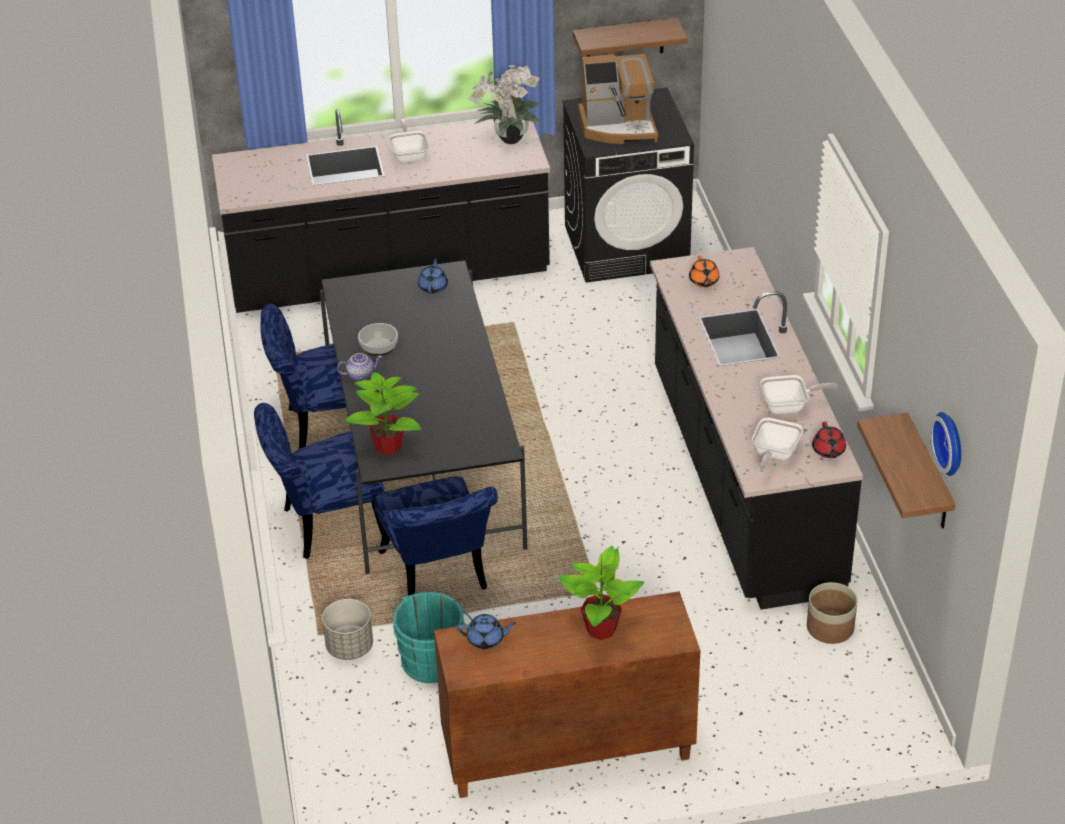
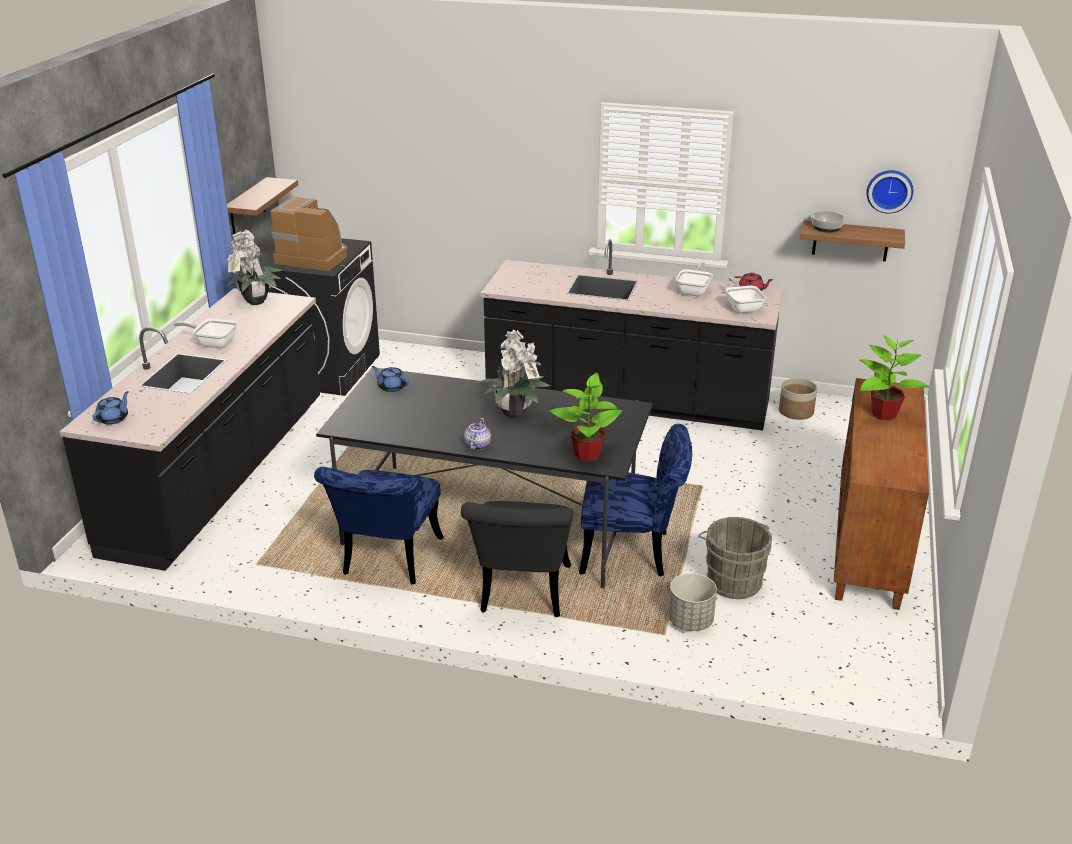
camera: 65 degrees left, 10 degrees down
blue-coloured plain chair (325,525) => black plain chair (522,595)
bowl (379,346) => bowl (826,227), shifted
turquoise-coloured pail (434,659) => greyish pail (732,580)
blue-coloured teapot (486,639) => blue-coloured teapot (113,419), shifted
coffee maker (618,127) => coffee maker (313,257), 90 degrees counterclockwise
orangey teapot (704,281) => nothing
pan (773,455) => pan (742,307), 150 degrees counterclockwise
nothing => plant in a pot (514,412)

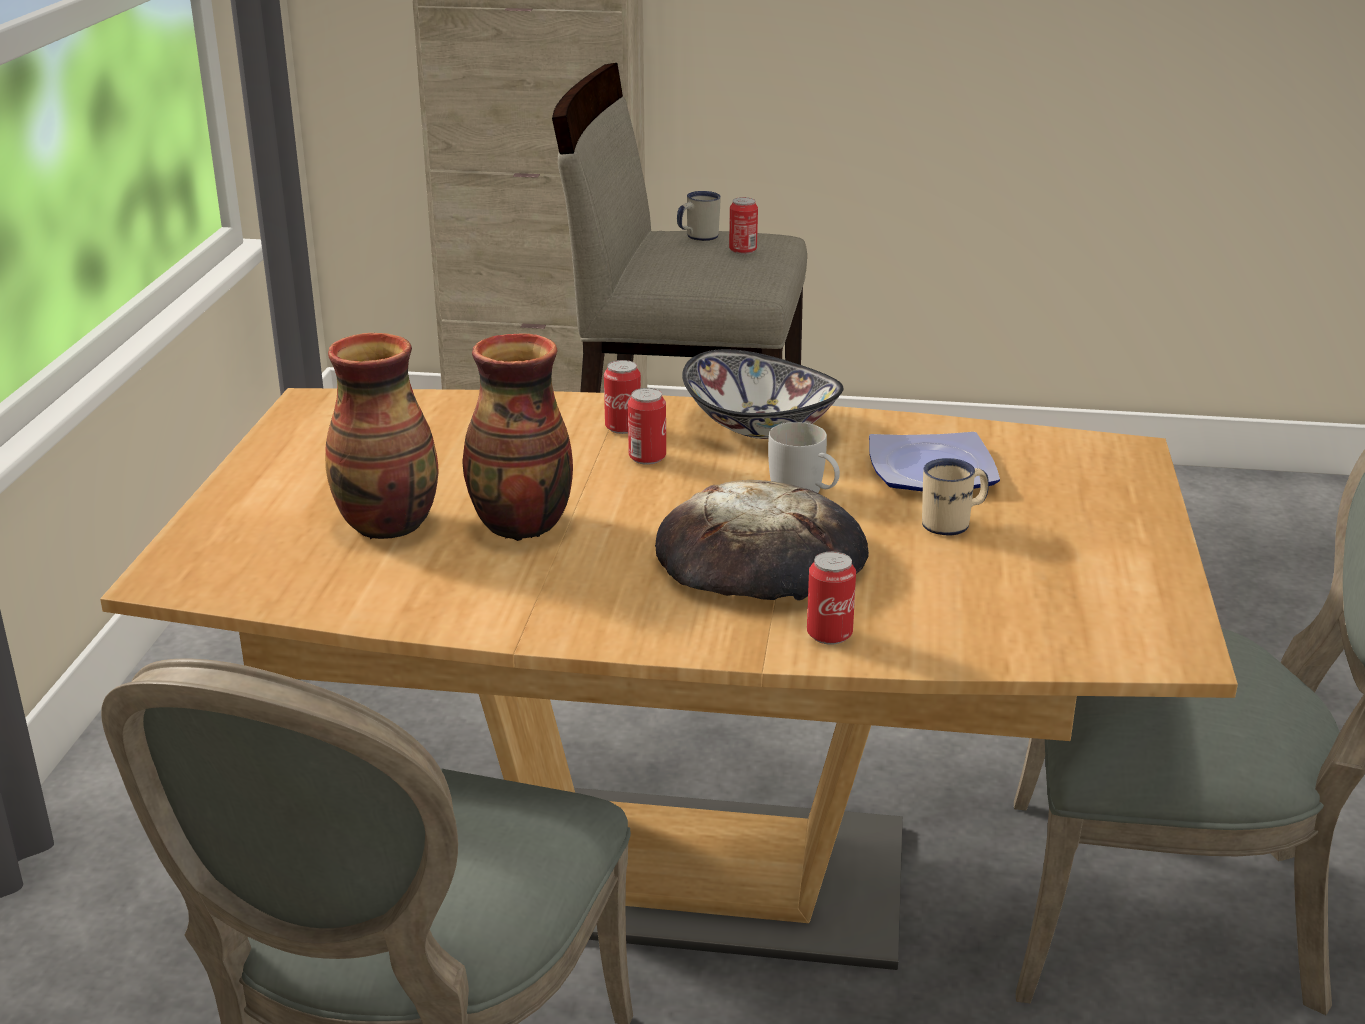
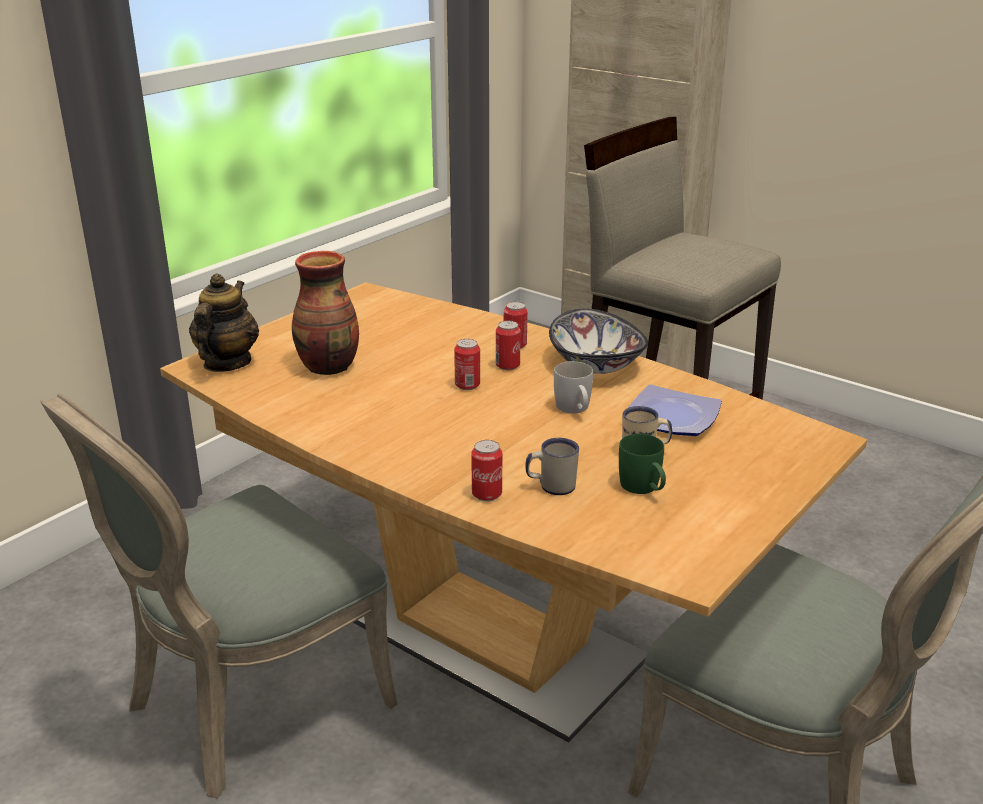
camera: 30 degrees right, 0 degrees up
flower vase (520,526) => nothing
bread (762,559) => nothing
white coffee mug (697,237) => white coffee mug (551,486), shifted
can (743,250) => can (467,385), shifted
nothing => teapot (227,363)
nothing => greenish coffee mug (643,489)

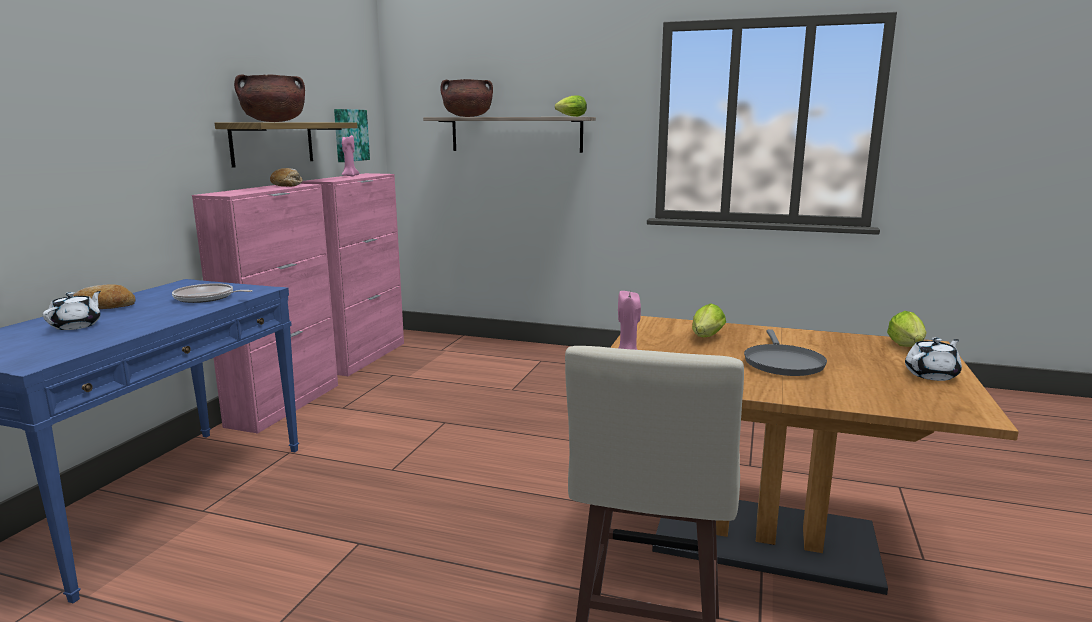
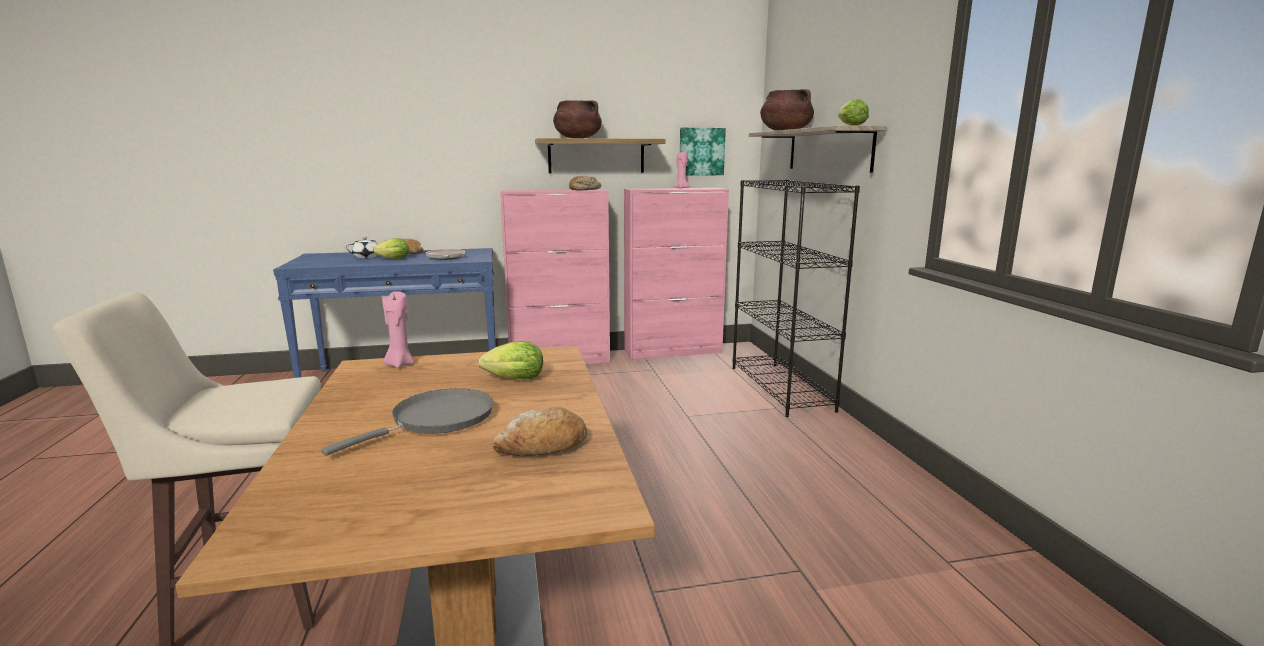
camera: 60 degrees right, 0 degrees up
greyish pan (782,363) => greyish pan (437,420), 150 degrees clockwise
head of lettuce (907,347) => head of lettuce (392,259), shifted
white teapot (932,375) => nothing
nothing => bread (543,447)
nothing => black bookcase (781,388)

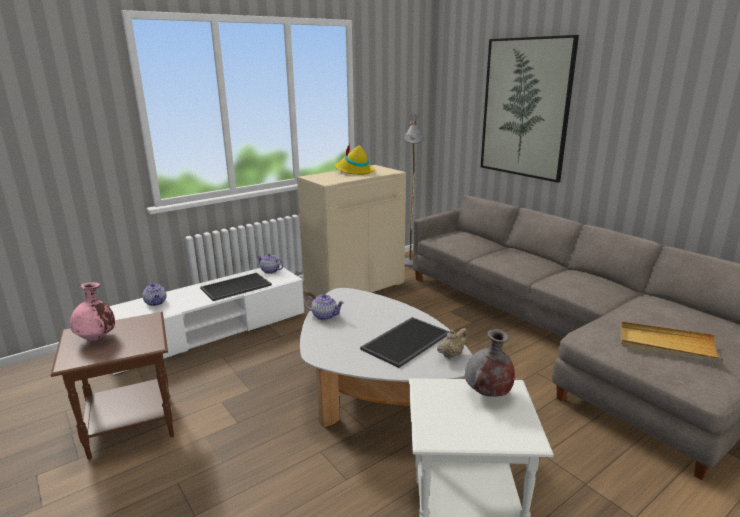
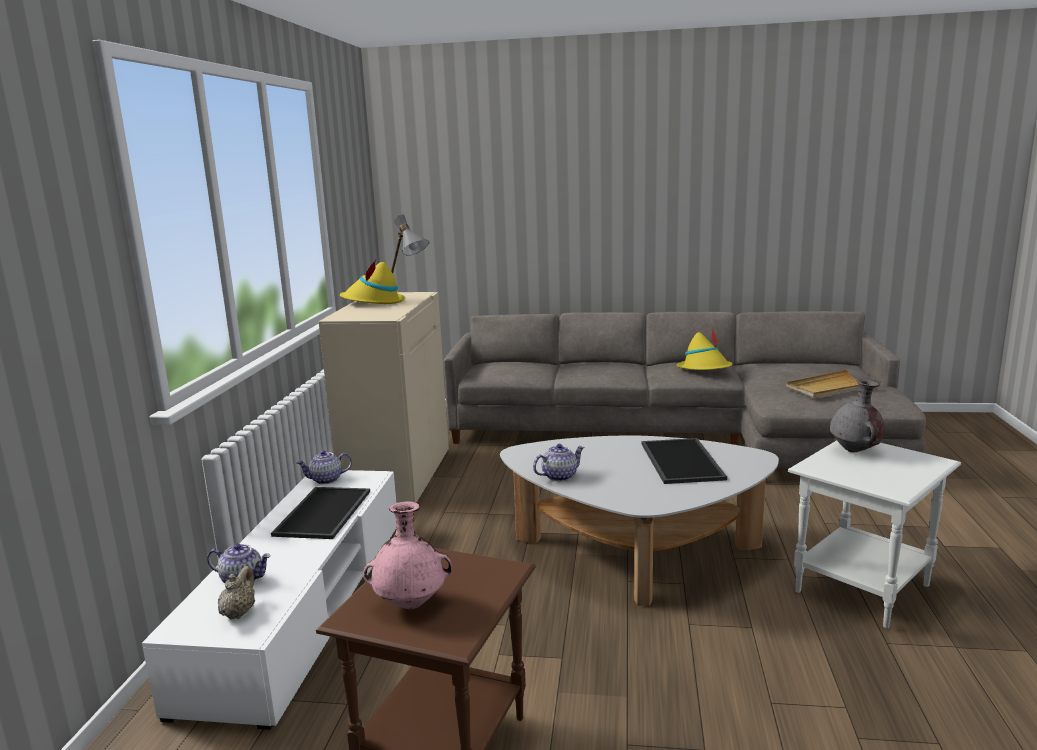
camera: 45 degrees left, 5 degrees down
sand-coloured teapot (451,355) => sand-coloured teapot (239,612), shifted
wall art (525,108) => nothing
nothing => yellow wearable hat (705,369)

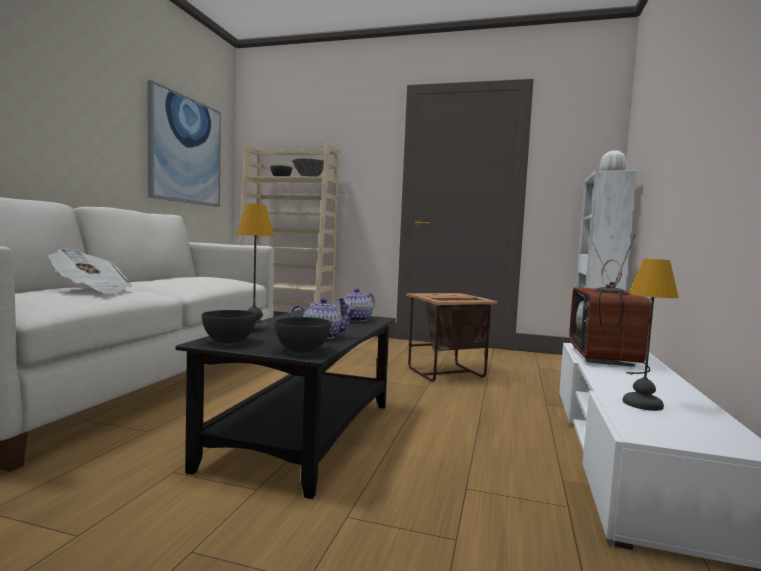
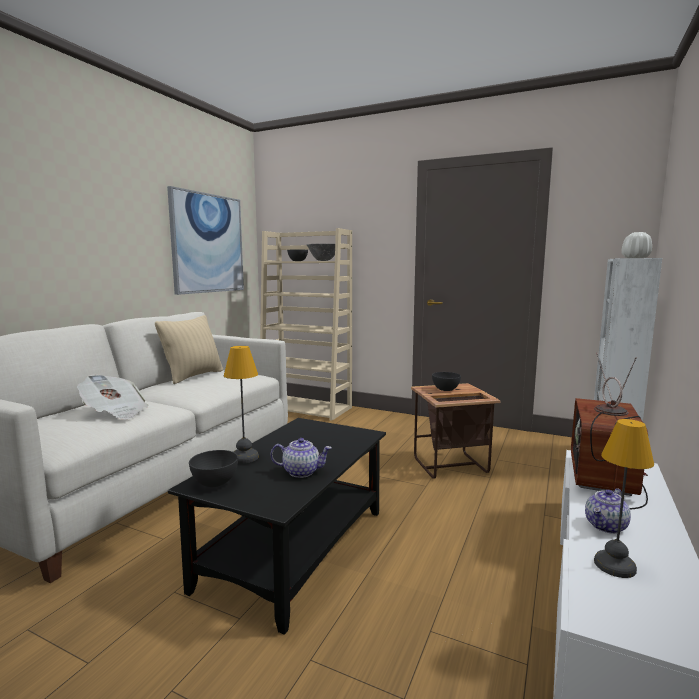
camera: 10 degrees right, 5 degrees up
greyish bowl (301,351) => greyish bowl (445,389), shifted
teapot (356,320) => teapot (606,526), shifted
nothing => sand-coloured cushion (193,376)

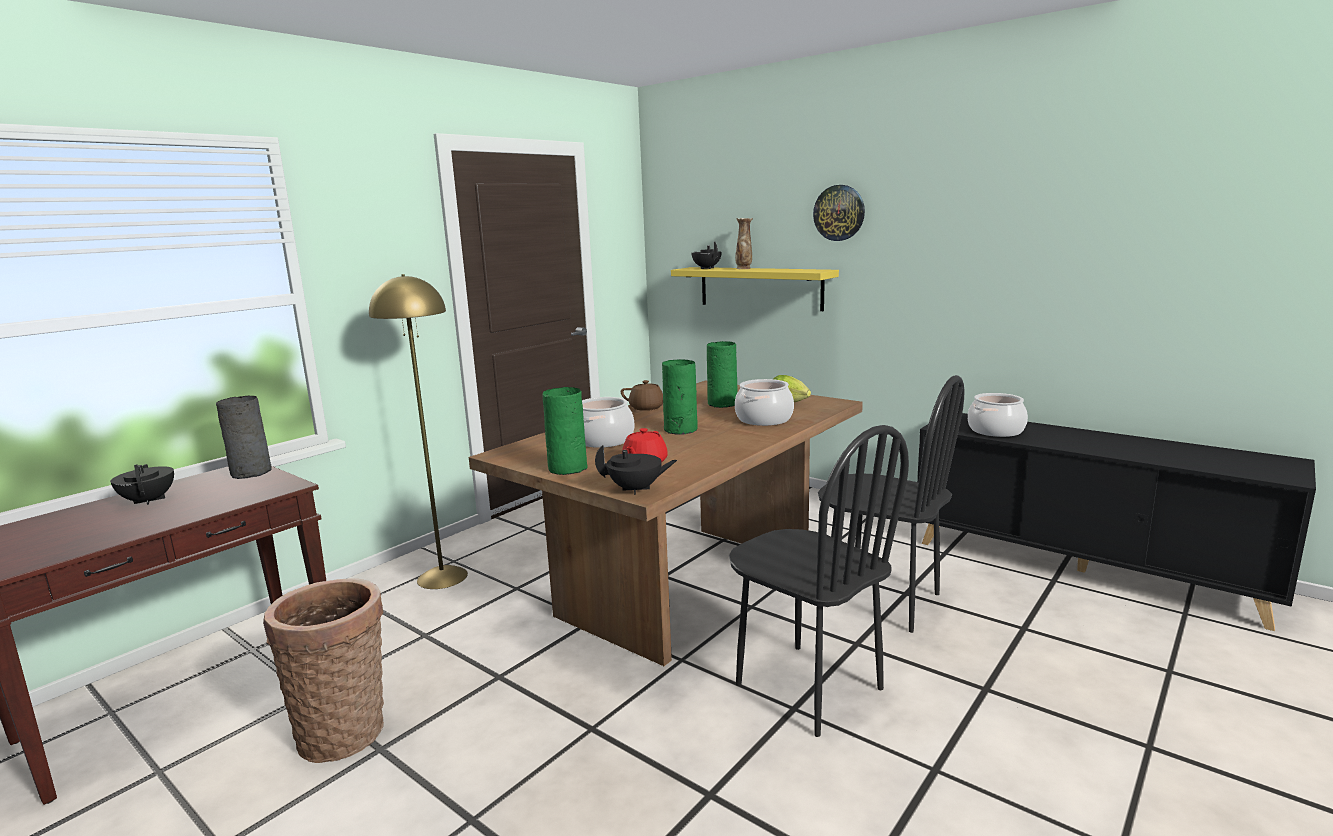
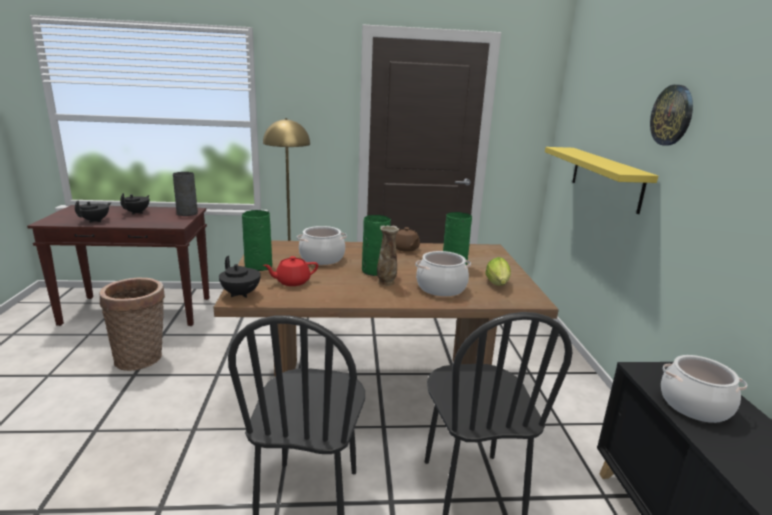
camera: 45 degrees right, 5 degrees up
black teapot (706,268) => black teapot (96,221), shifted
flower vase (744,268) => flower vase (386,282), shifted

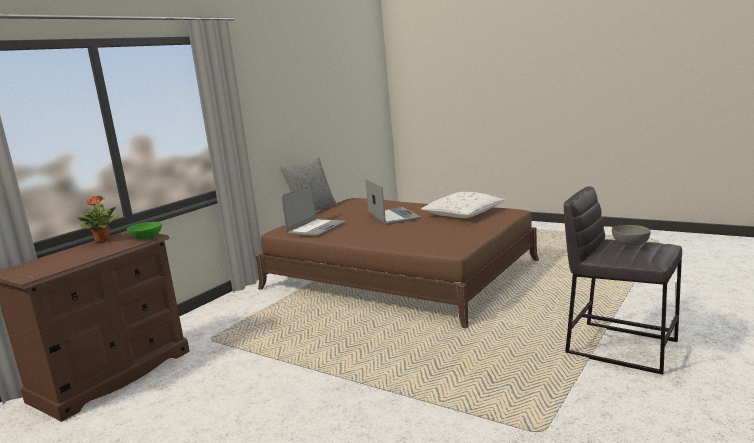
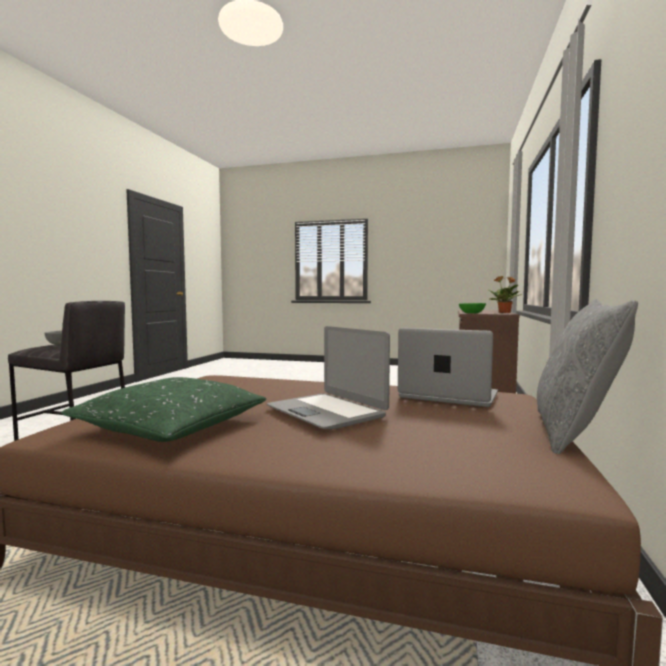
camera: 160 degrees right, 10 degrees down
notebook computer (316,228) => notebook computer (448,396), 105 degrees clockwise
white cushion (463,213) => greenish cushion (172,426)

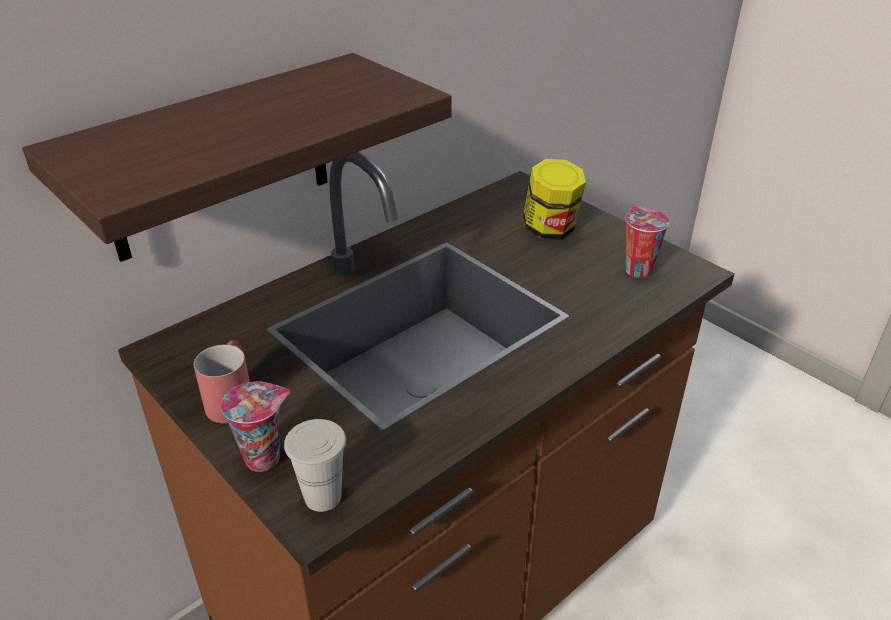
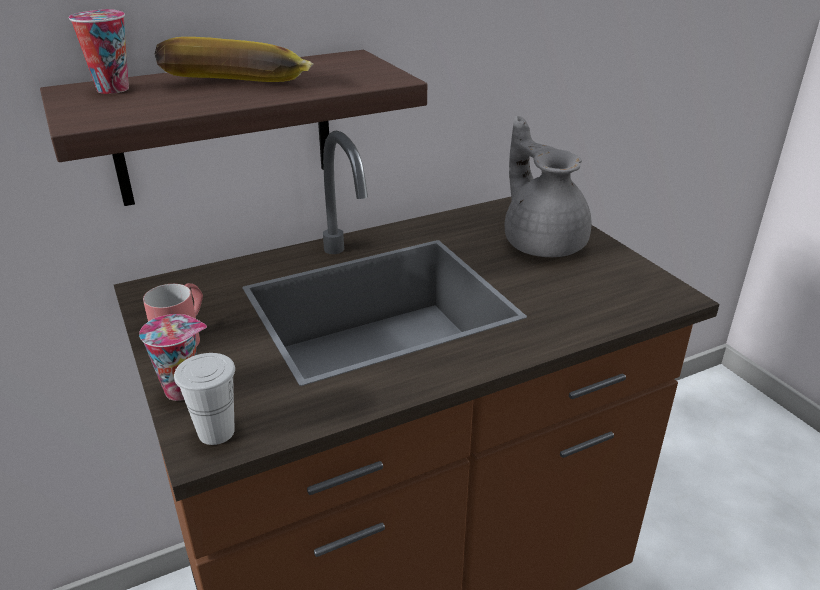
camera: 15 degrees right, 5 degrees down
jar (550,230) => greyish teapot (542,242)
small cup (636,269) => small cup (112,88), shifted
nothing => banana fruit (235,87)

